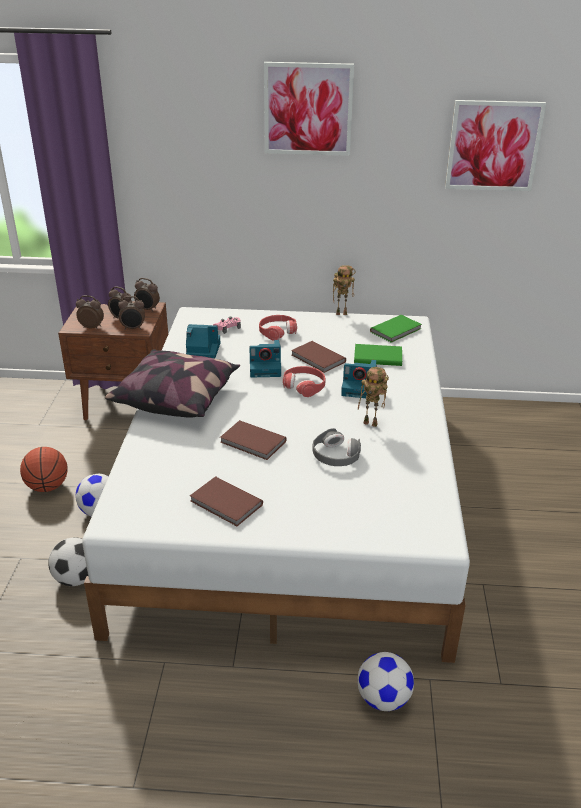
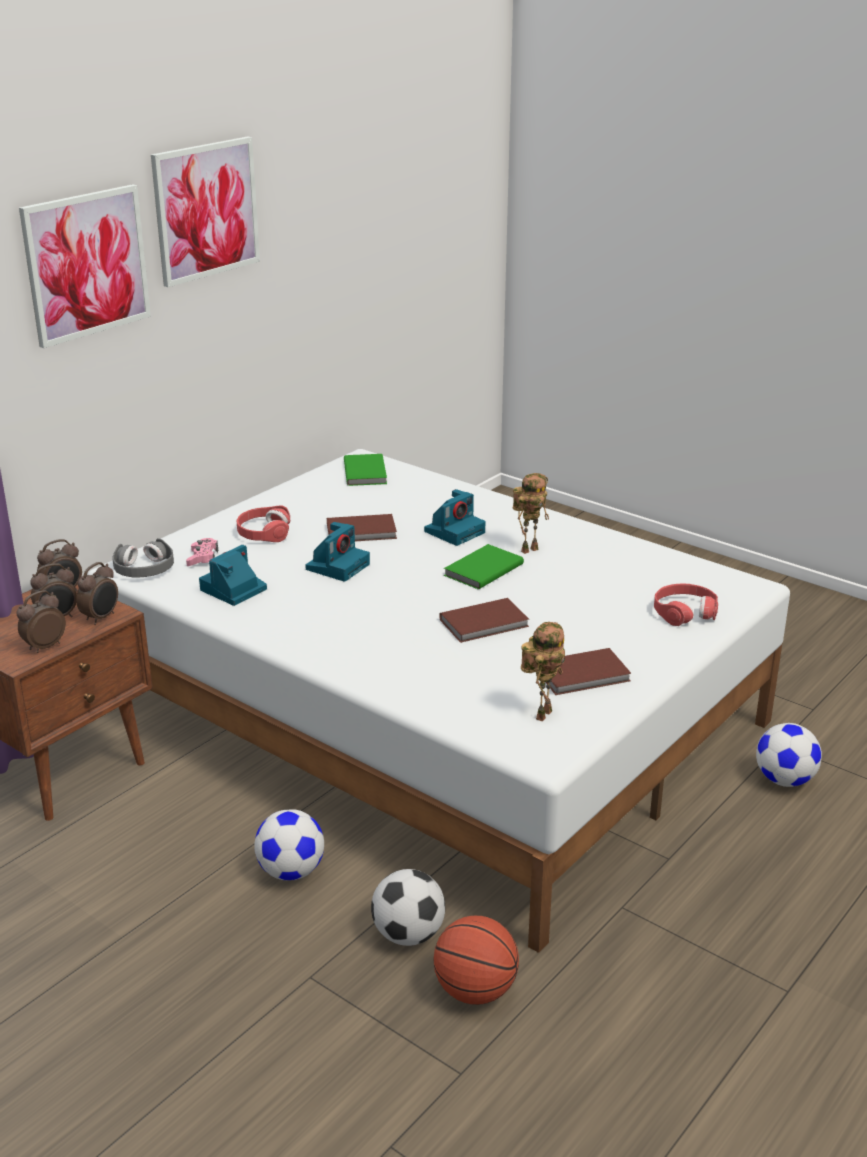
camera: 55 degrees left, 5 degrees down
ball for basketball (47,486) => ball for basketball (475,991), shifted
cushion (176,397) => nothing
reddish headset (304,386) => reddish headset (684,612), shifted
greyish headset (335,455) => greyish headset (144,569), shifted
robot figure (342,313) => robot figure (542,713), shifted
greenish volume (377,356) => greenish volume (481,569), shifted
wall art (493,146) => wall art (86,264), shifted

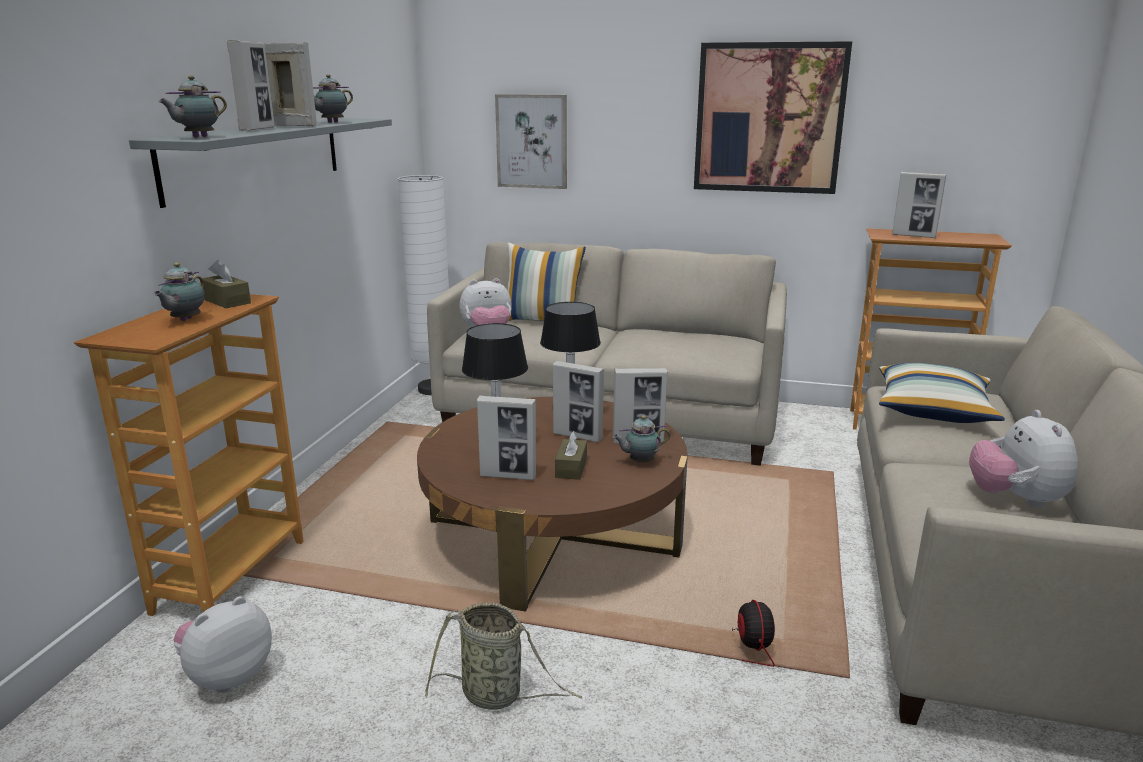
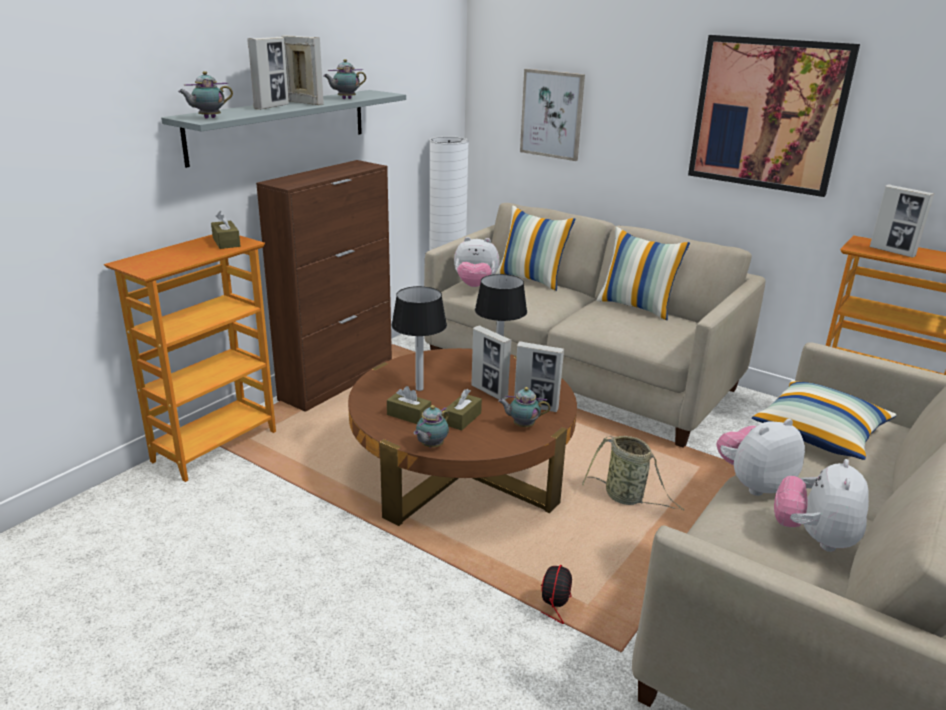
camera: 20 degrees right, 5 degrees up
teapot (184,320) => teapot (431,446), shifted
soft toy (227,676) => soft toy (753,484), shifted
basket (496,696) => basket (627,497), shifted
photo frame (508,476) => brown-coloured box of tissues (409,415)
nothing => brown-coloured cabinet (338,382)
nothing => cushion (637,307)

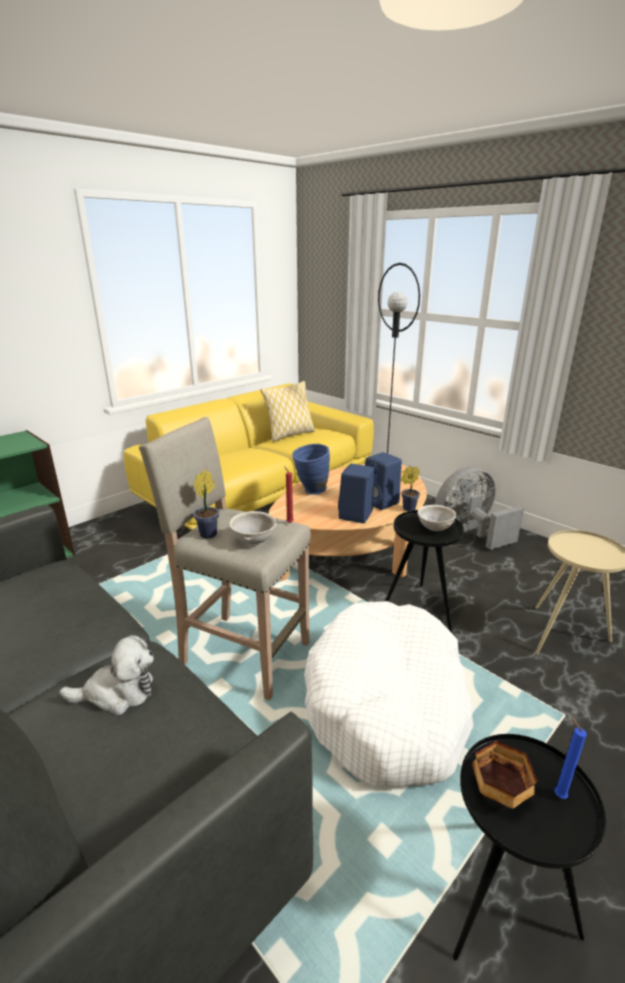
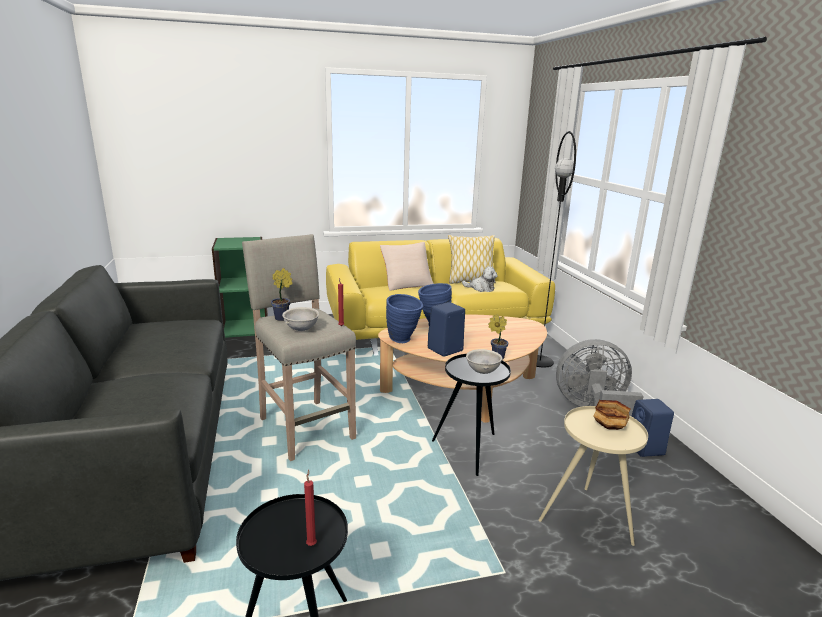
camera: 30 degrees right, 5 degrees down
soft toy (117,693) => soft toy (481,288), shifted
white dog bed (387,704) => nothing
blue-coloured audio speaker (381,502) => blue-coloured audio speaker (646,448), shifted
bowl (499,789) => bowl (610,426), shifted
blue-coloured wax candle (558,794) => reddish wax candle (311,543)
nothing => sand-coloured cushion (406,284)
nothing => blue-coloured flower vase (403,340)

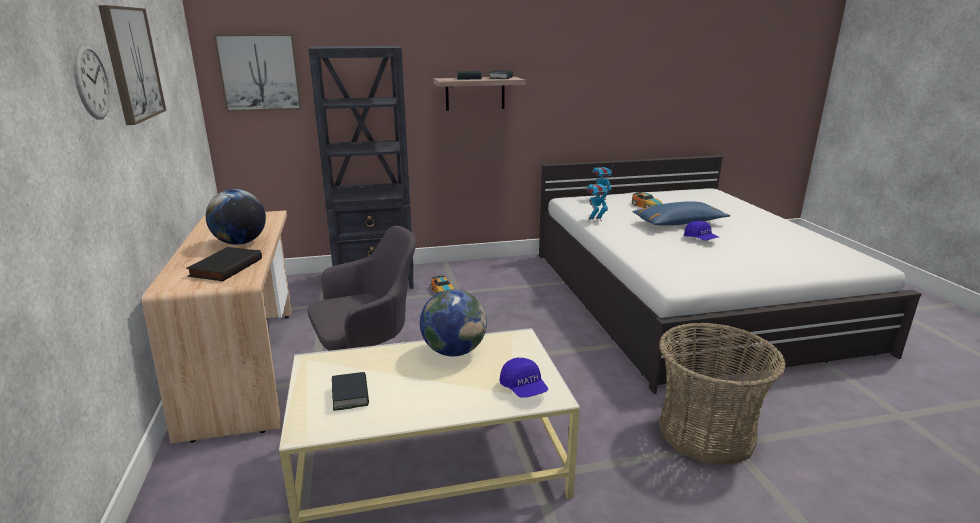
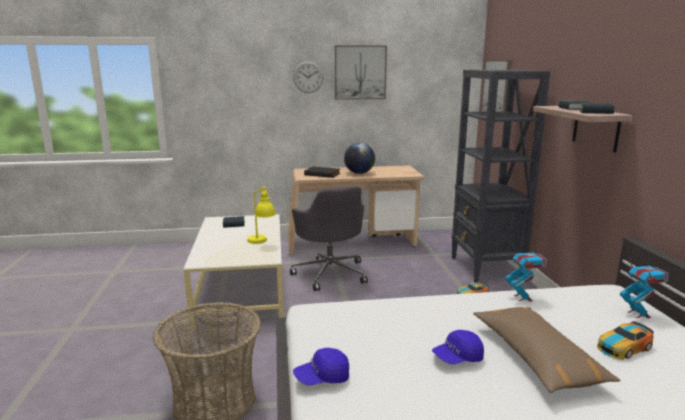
camera: 95 degrees right, 5 degrees down
globe (454,351) => yellow lamp for a table (262,242)
blue-coloured cap (523,388) => blue-coloured cap (322,378), shifted
blue-coloured cushion (678,223) => brown-coloured cushion (536,357)

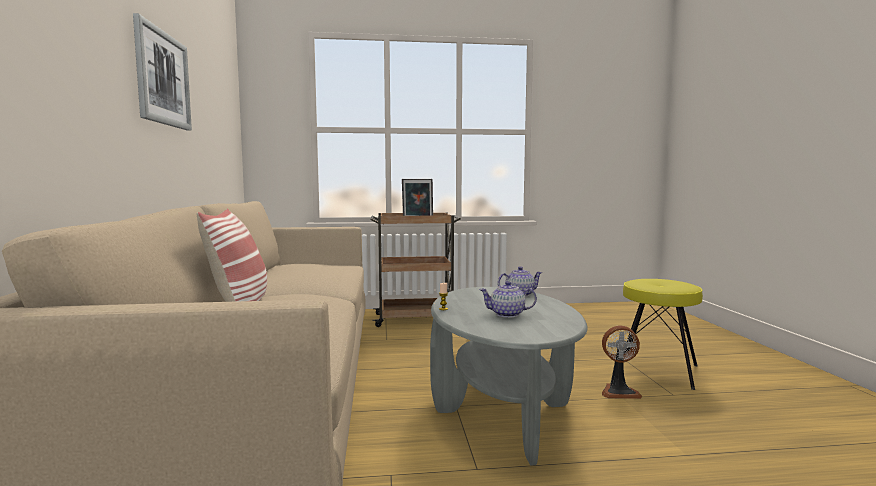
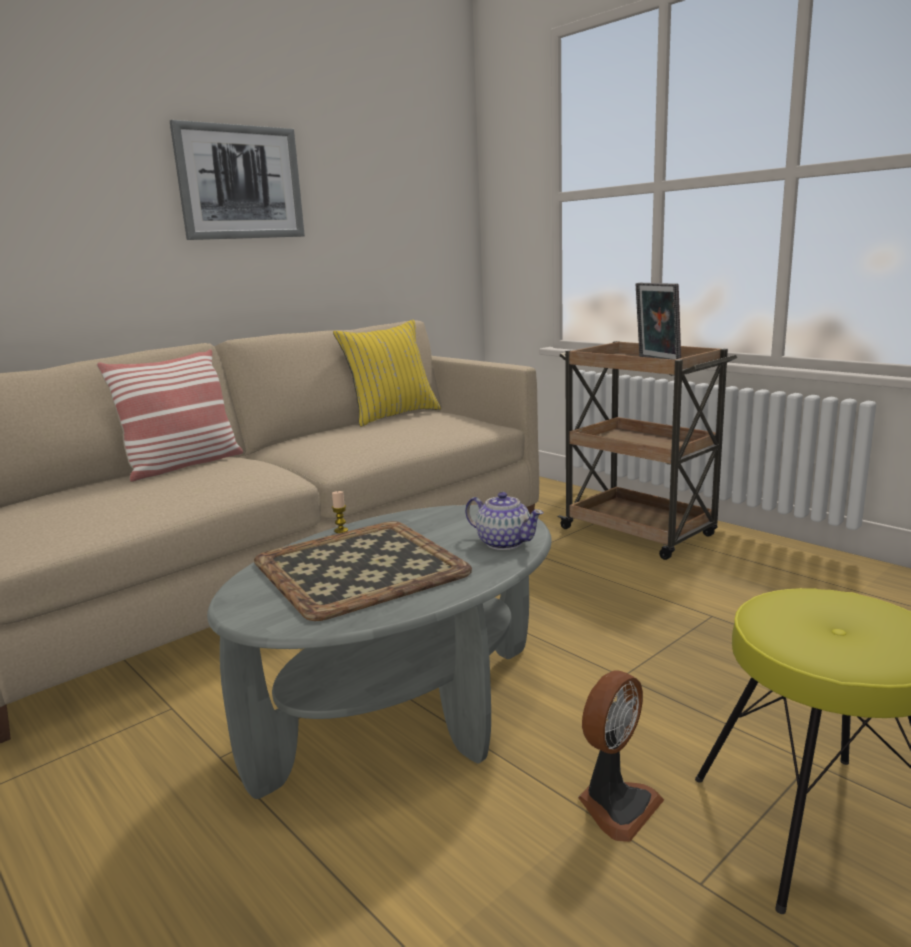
camera: 55 degrees right, 10 degrees up
teapot (507,314) => carrying tray (359,569)
fan (619,392) => fan (616,805), 105 degrees counterclockwise
nothing => yellow cushion (391,416)

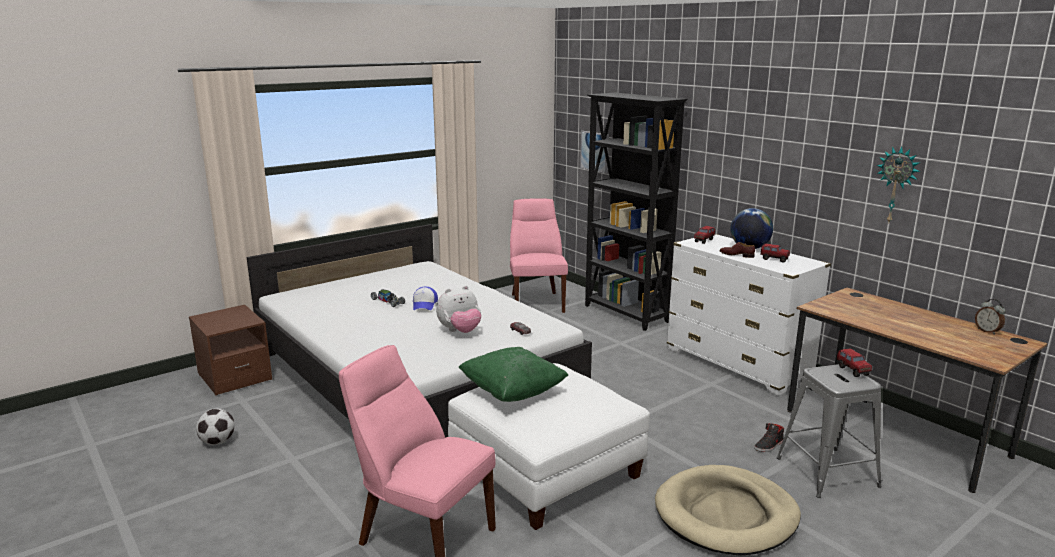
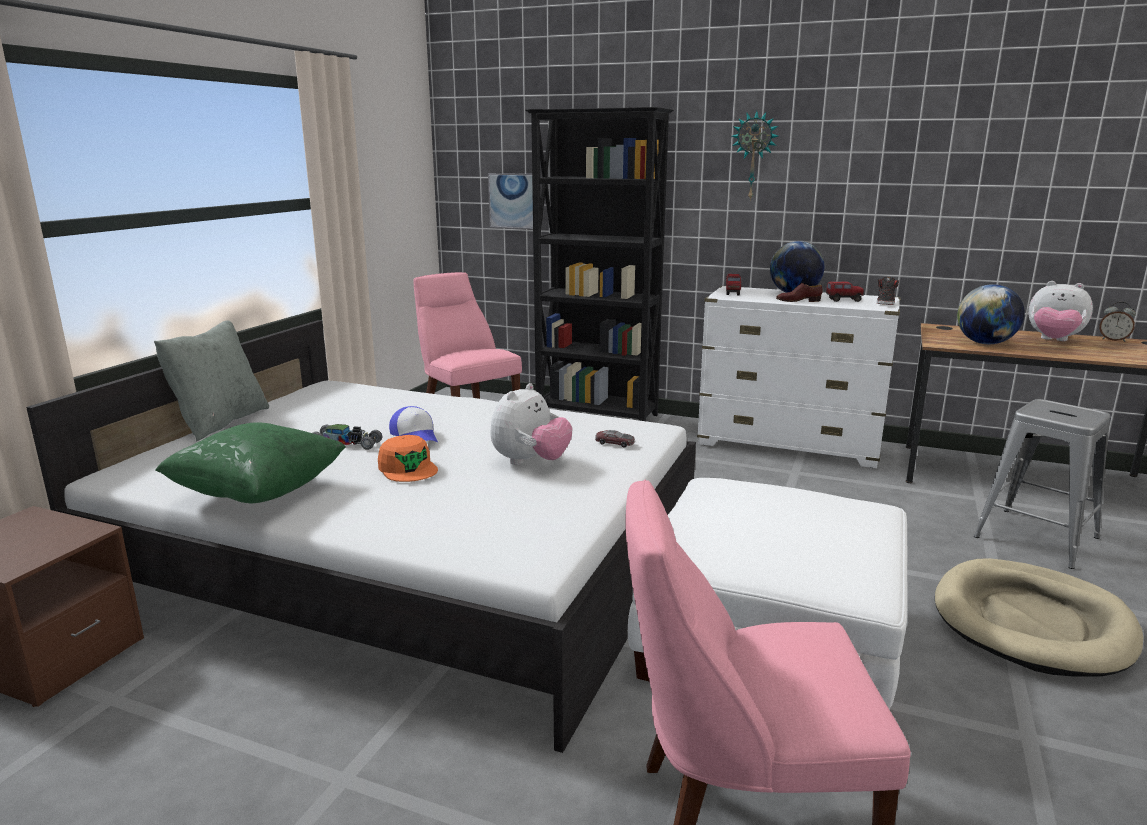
camera: 30 degrees left, 0 degrees up
football ball (218,442) => nothing
greenish cushion (512,392) => greenish cushion (258,493), shifted
black low shoe (769,445) => black low shoe (885,302), shifted
toy truck (852,370) => nothing
wall clock (896,185) => wall clock (754,156), shifted
nothing => greyish cushion (220,422)
nothing => orangey cap (408,468)
nothing => globe (985,343)
nothing => soft toy (1053,341)

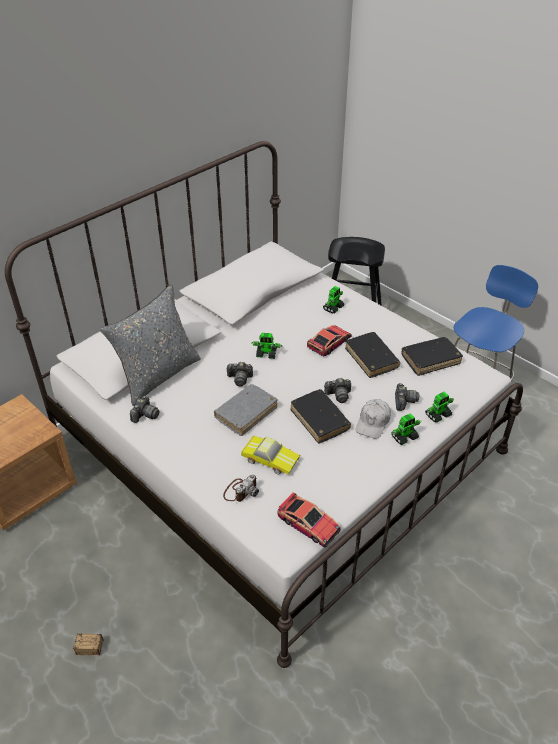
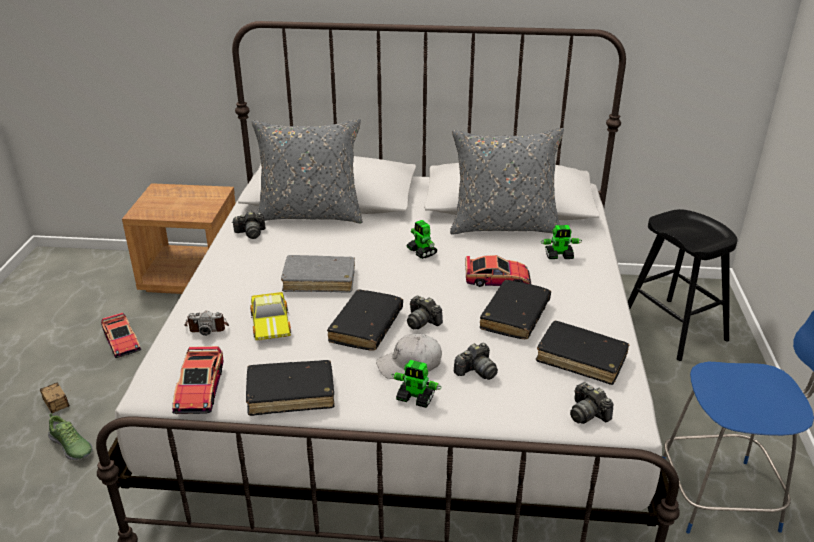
camera: 50 degrees right, 10 degrees down
still camera (240,378) => still camera (587,413), shifted
robot figure (438,415) => nothing
nothing => low shoe (71,446)
nothing => miniature car (122,341)
nothing => black volume (291,394)
nothing => greyish cushion (503,226)

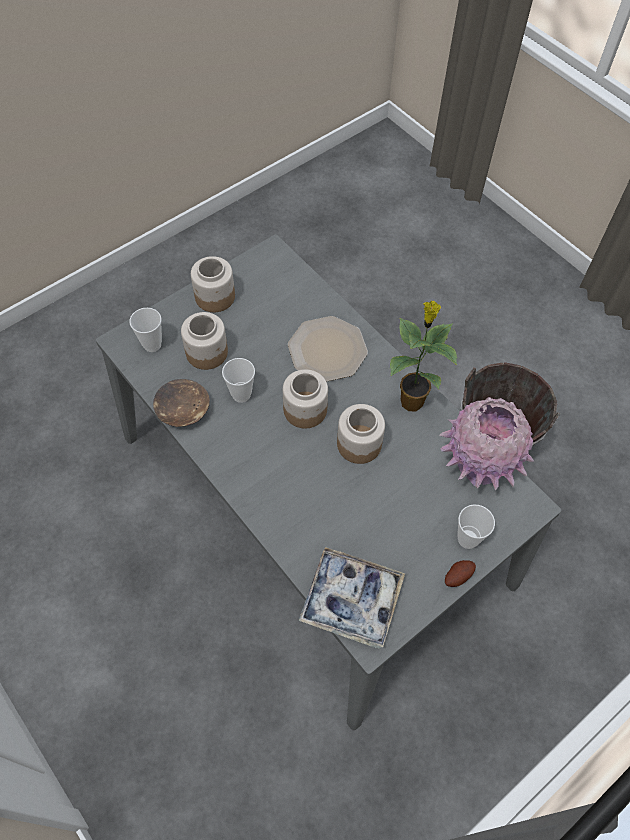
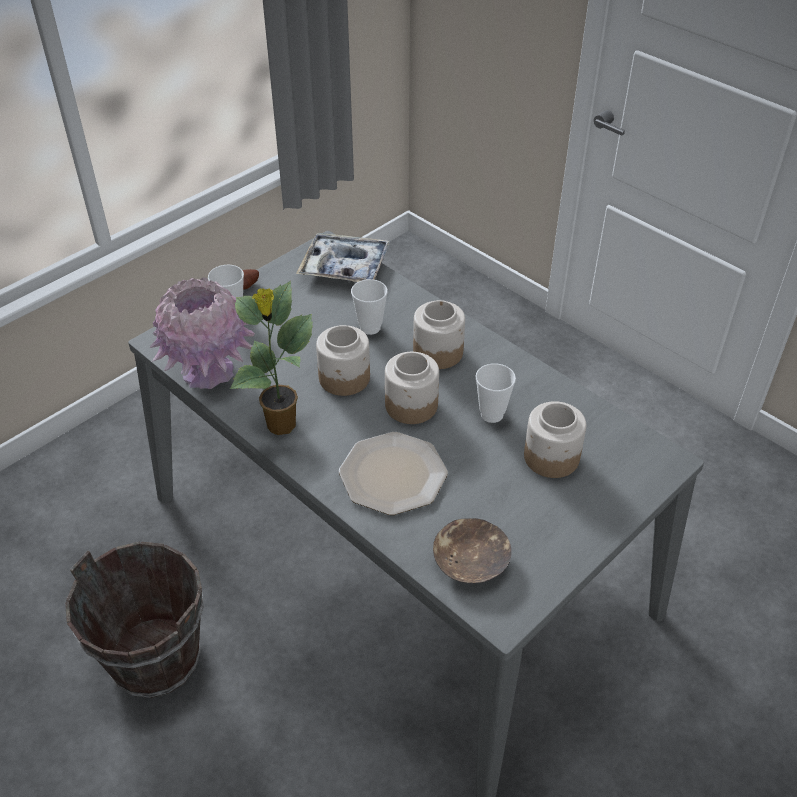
camera: 175 degrees right, 15 degrees down
small cup (152,344) => small cup (370,327), shifted
brown-coloured bowl (183,409) => brown-coloured bowl (471,559), shifted
jar (215,297) => jar (438,352), shifted

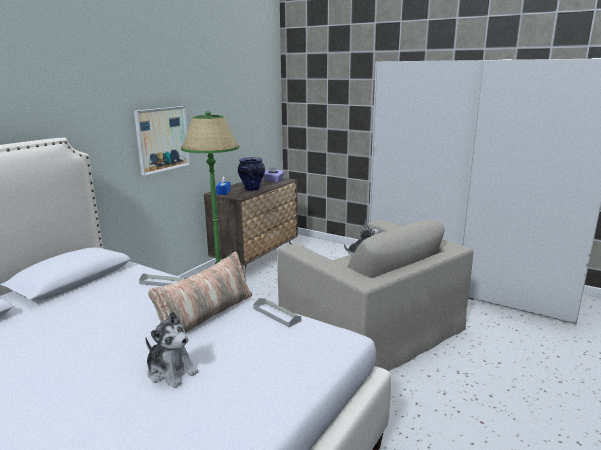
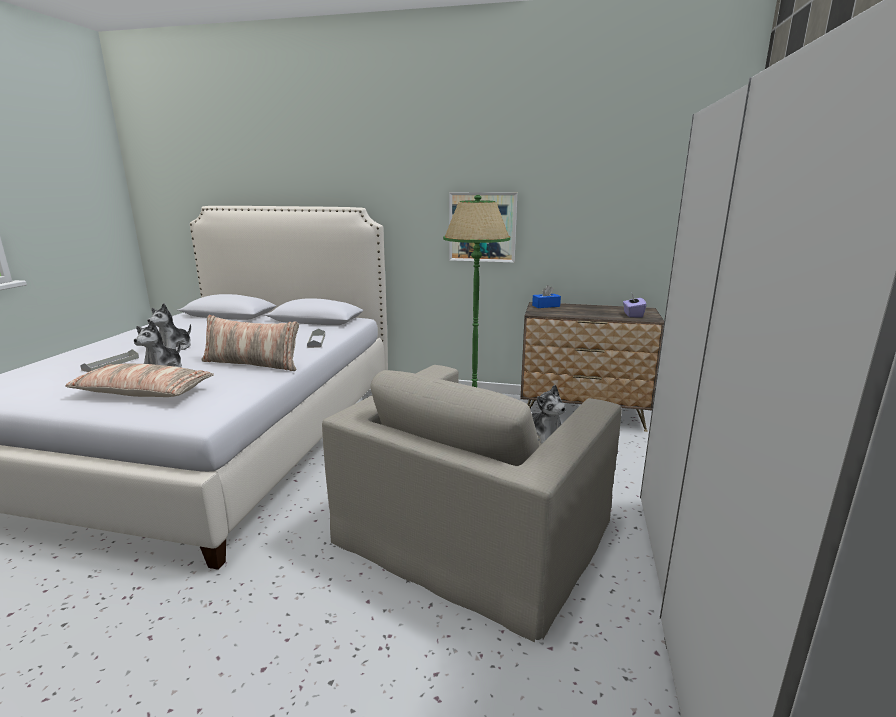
camera: 70 degrees right, 0 degrees up
flower vase (252,189) => nothing
greyish carrying tray (276,314) => greyish carrying tray (111,364), shifted
nothing => cushion (143,393)
nothing => soft toy (174,348)

